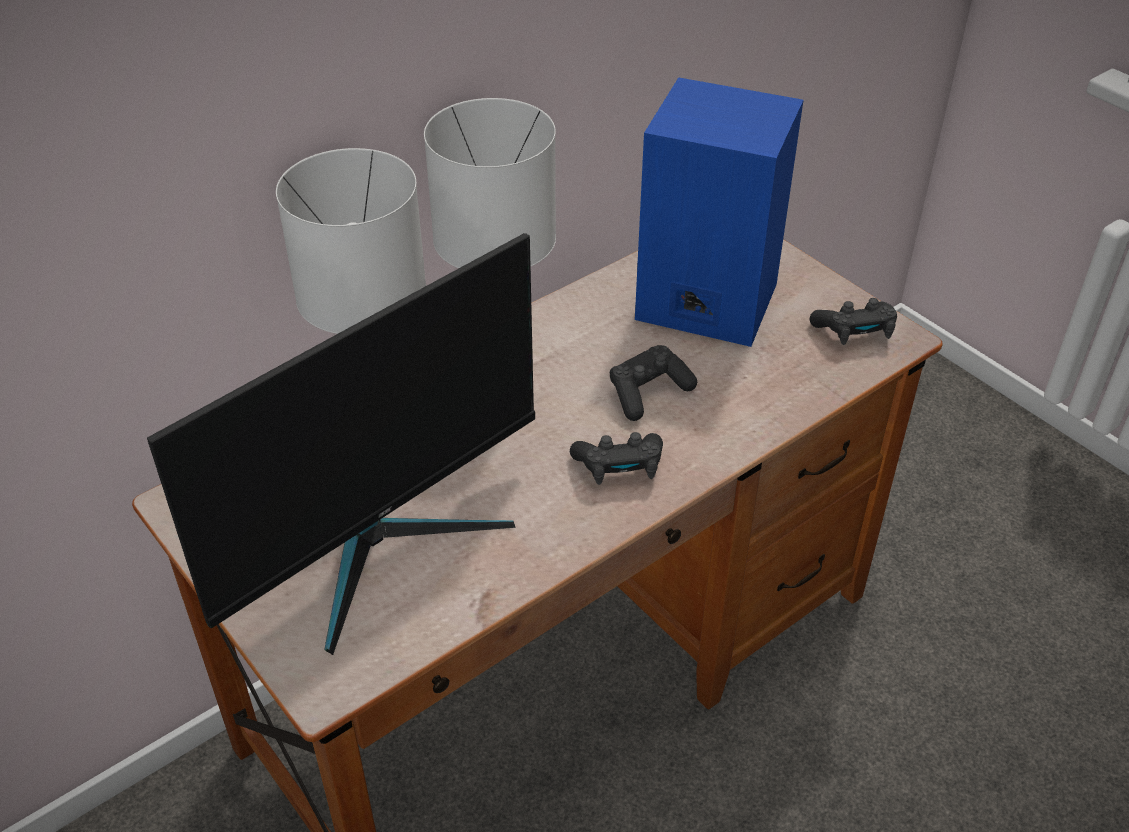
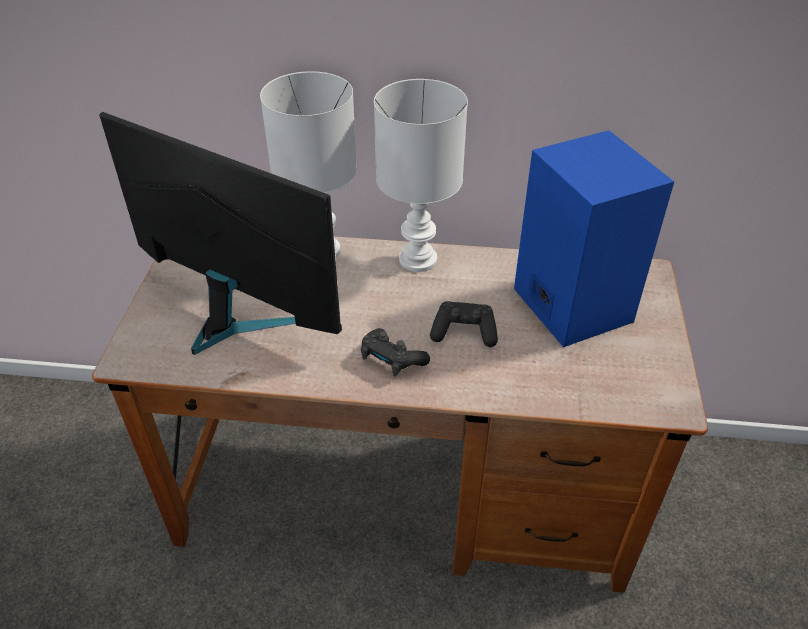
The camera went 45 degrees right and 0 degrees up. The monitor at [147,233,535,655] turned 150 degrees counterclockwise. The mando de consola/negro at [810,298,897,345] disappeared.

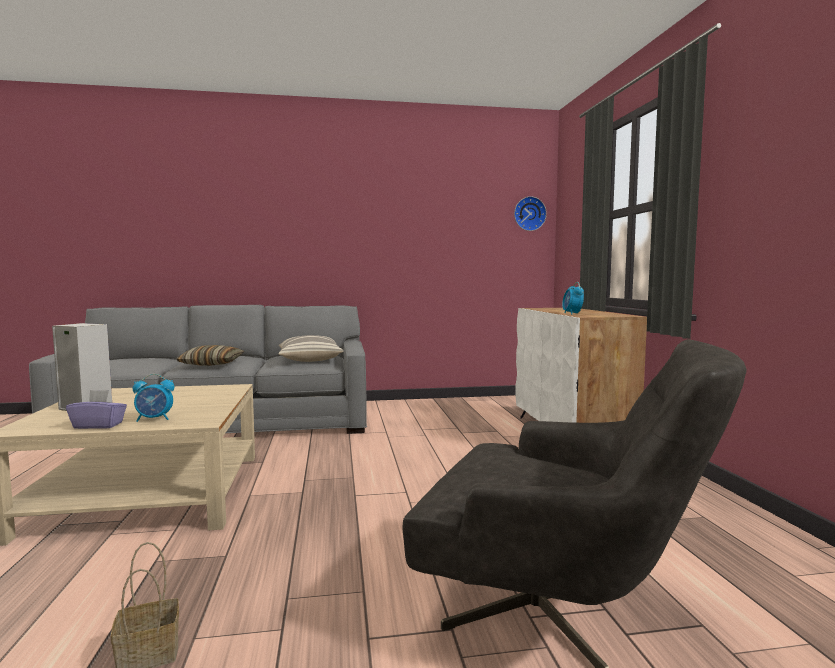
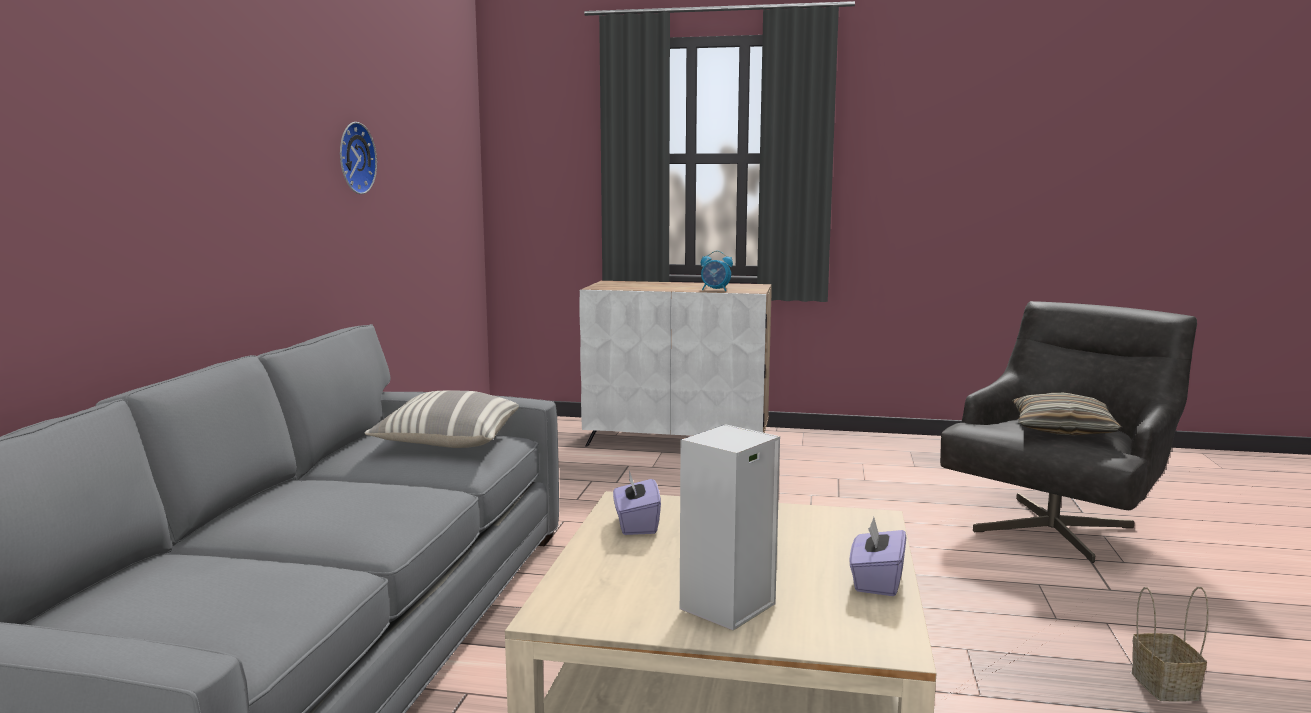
The camera went 70 degrees left and 5 degrees up. The reloj de pared moved from [514,196,547,231] to [340,122,377,194]. The cojín moved from [176,345,244,366] to [1012,393,1121,436]. The despertador at [133,374,174,422] disappeared. The caja de pañuelos/morado at [613,471,661,535] appeared.

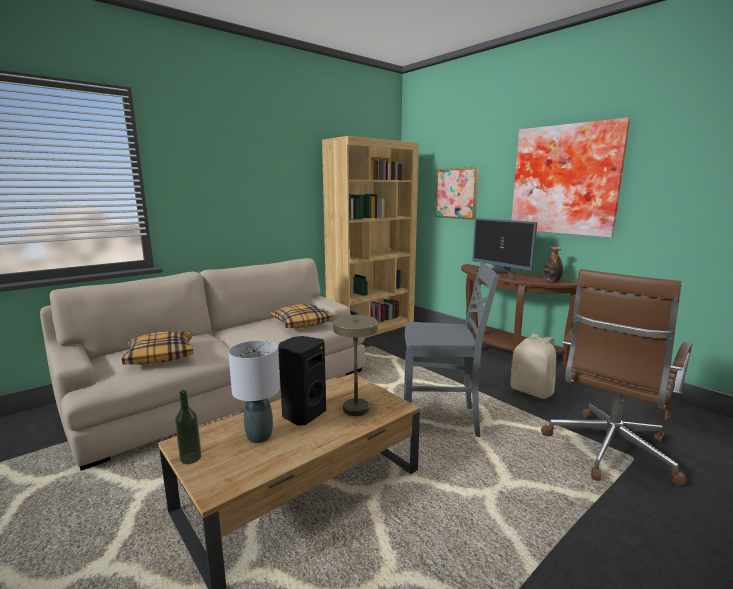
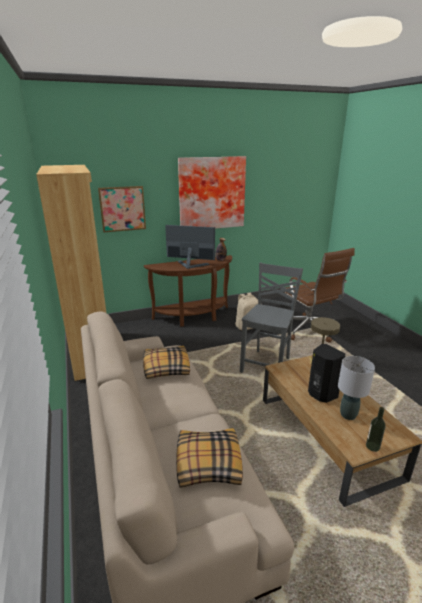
The camera went 70 degrees left and 10 degrees up. The monitor at [472,218,537,280] turned 150 degrees counterclockwise.

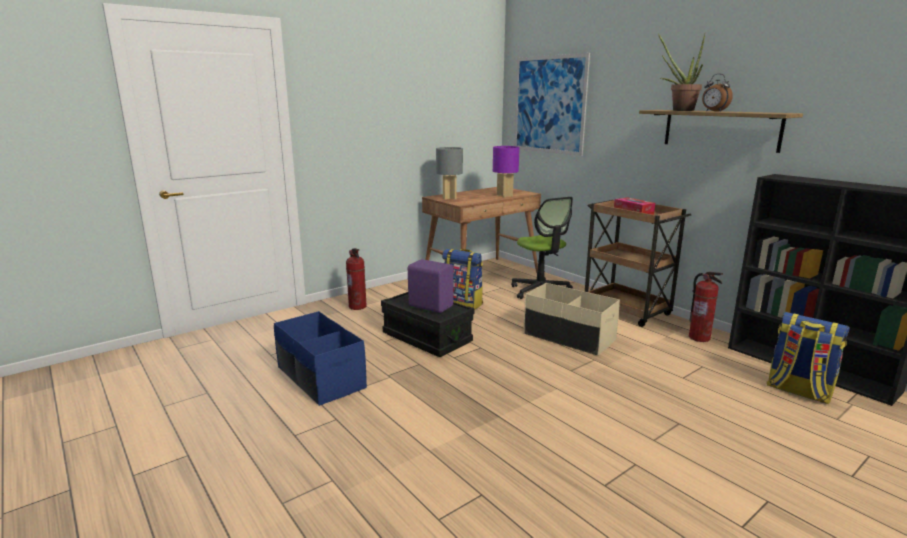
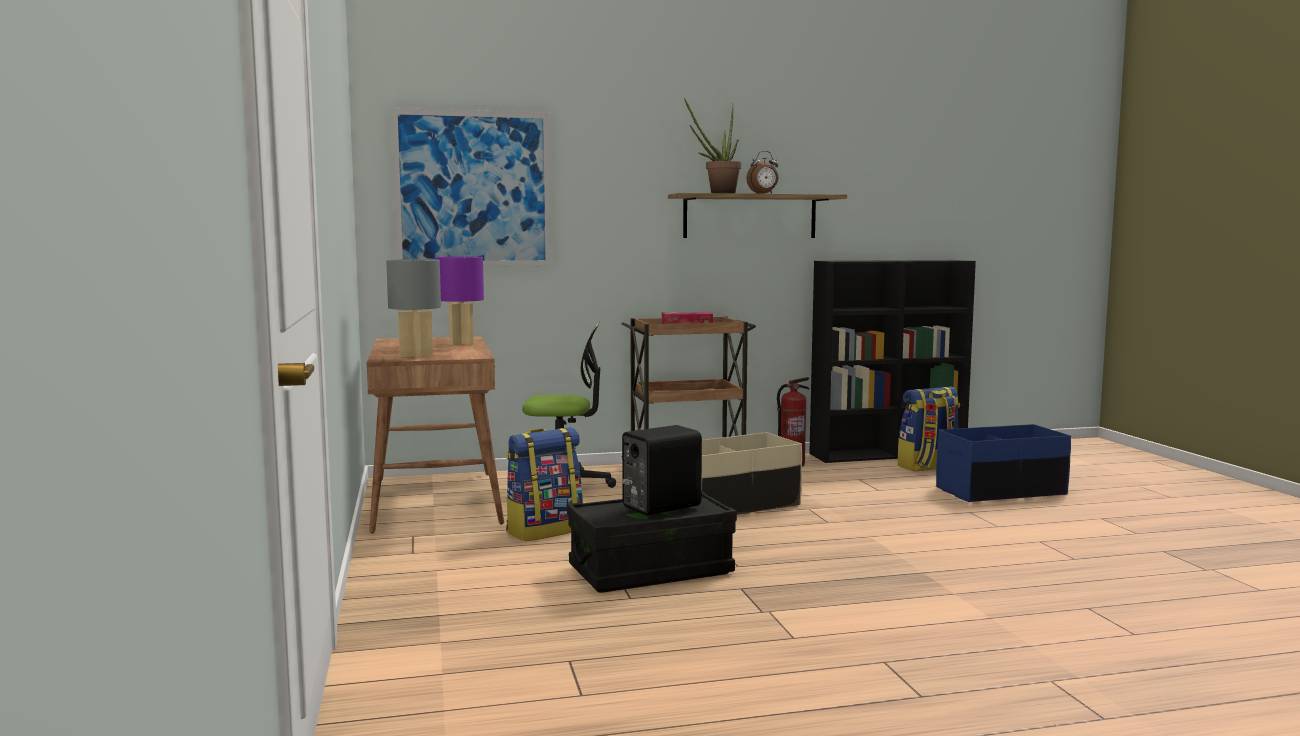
The camera went 65 degrees left and 10 degrees down. The extintor at [346,248,367,310] disappeared. The altavoz/morado at [408,259,454,313] became the altavoz/negro at [622,425,702,515]. The caja de almacenaje/azul moved from [274,311,367,406] to [936,424,1071,502].

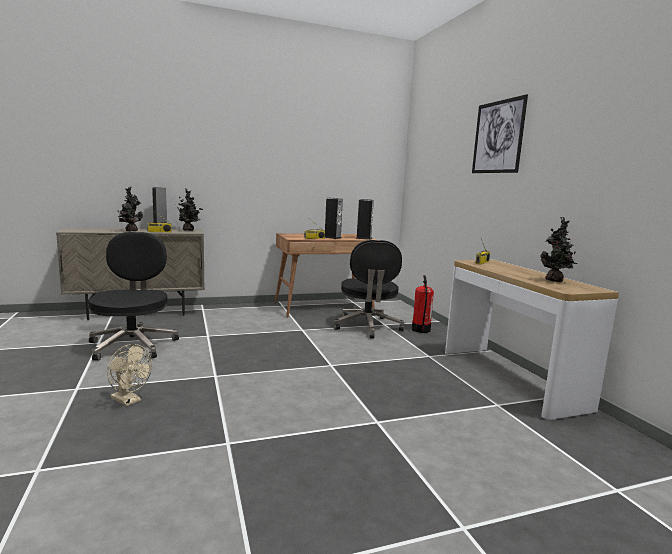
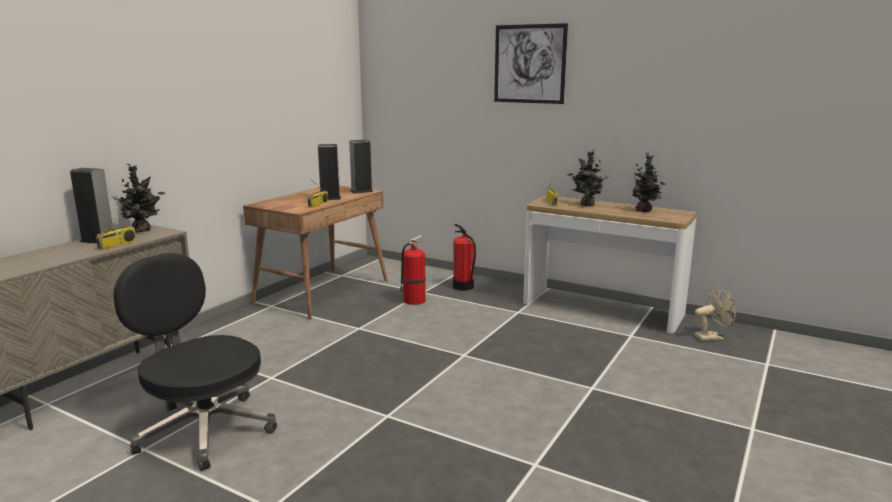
The camera went 40 degrees left and 5 degrees up. The planta en maceta moved from [118,187,143,231] to [567,149,608,206]. The silla de oficina/negro at [333,240,404,339] was replaced by the extintor at [400,235,426,305]. The ventilador/beis moved from [107,344,152,406] to [695,287,737,341].

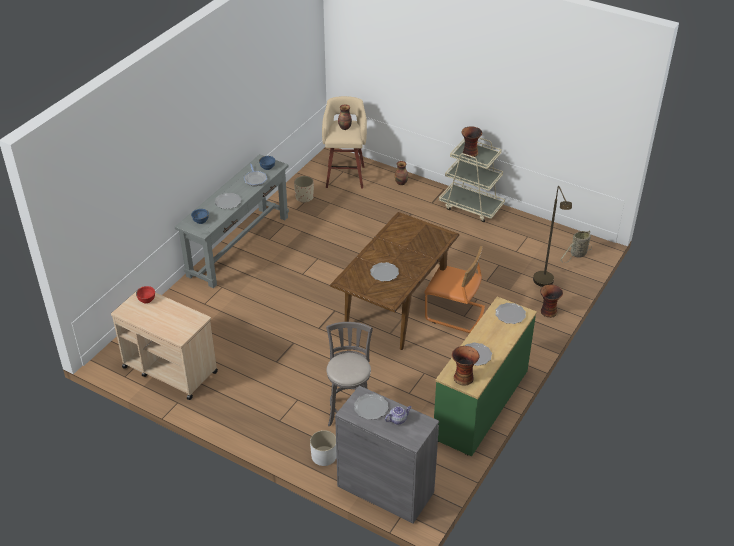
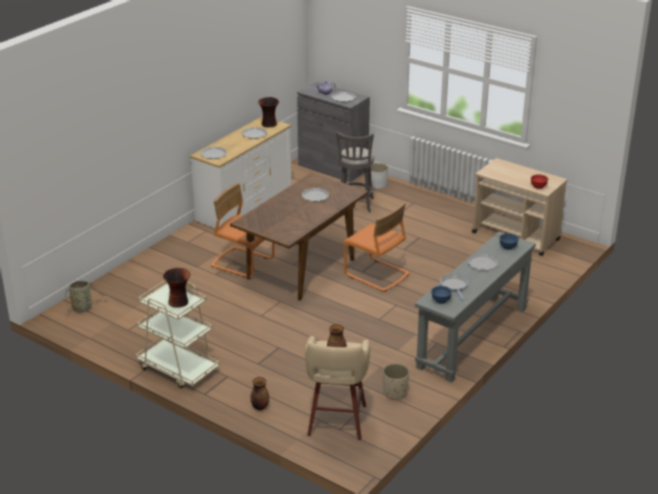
The camera went 175 degrees left and 10 degrees down. The lámpara de pie/marrón at [533,186,572,287] disappeared. The florero at [540,285,563,318] disappeared. The cómoda/verde at [434,297,537,457] became the cómoda/blanco at [190,116,291,228]. The silla/naranja at [343,202,410,292] appeared.

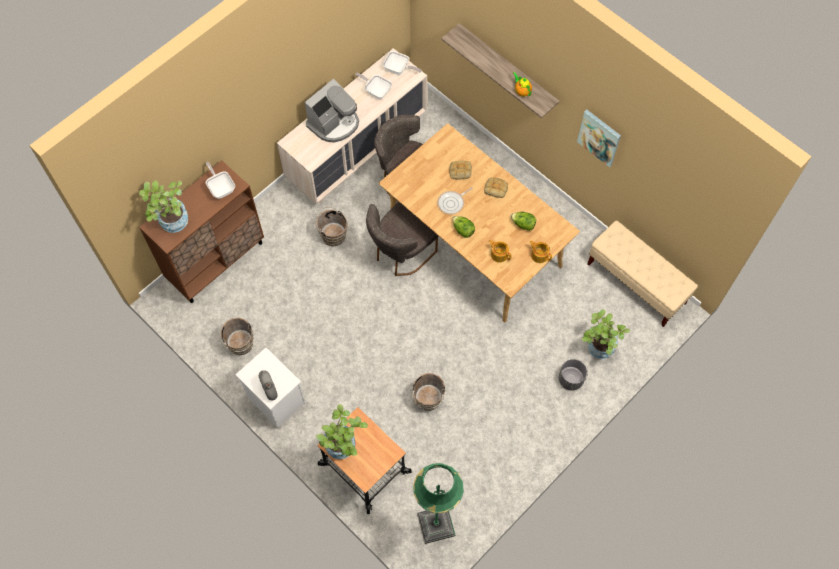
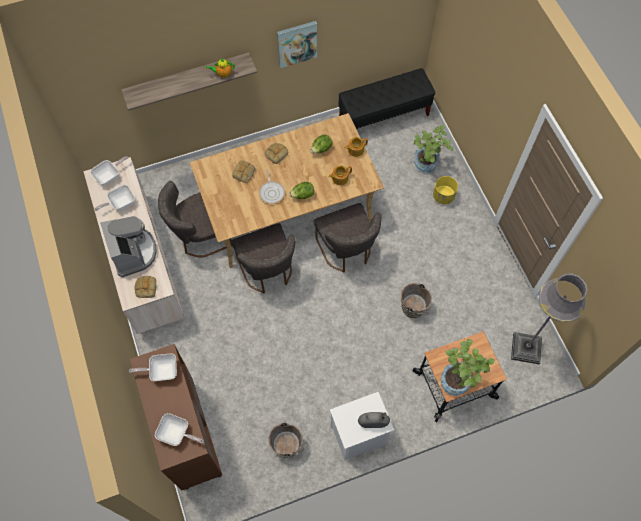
The camera went 65 degrees left and 0 degrees up. The planta en maceta at [139,180,188,233] was replaced by the sartén at [155,413,204,446]. The cubo/marrón at [313,207,347,246] disappeared. The banco/beis at [587,221,698,327] became the banco/negro at [338,68,435,129]. The maceta/gris at [559,359,587,391] became the maceta/amarillo at [433,176,458,205]. The lámpara de pie/verde at [413,463,464,544] became the lámpara de pie/gris at [511,274,588,364]. The silla/gris at [314,203,381,272] appeared. The pan at [135,276,156,298] appeared.

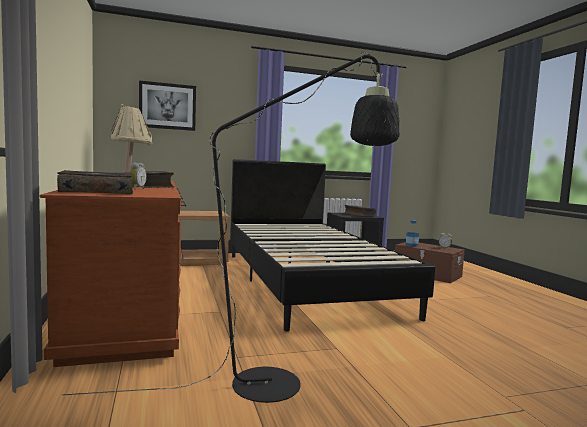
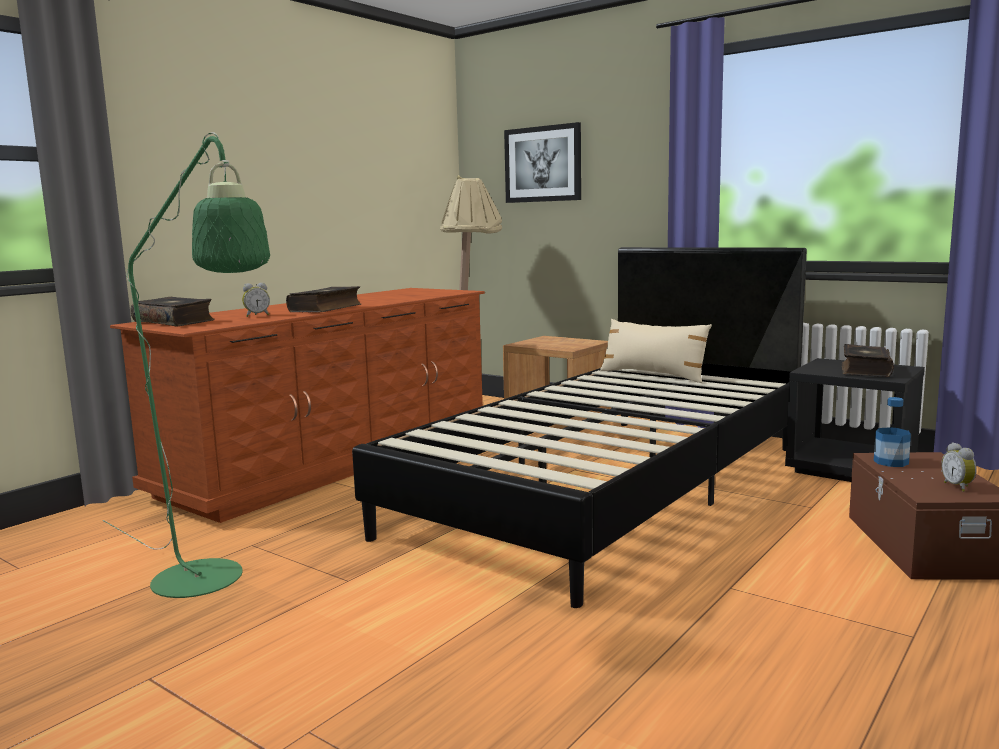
The camera went 55 degrees right and 5 degrees up. The lámpara de pie/negro at [62,52,399,403] became the lámpara de pie/verde at [103,132,270,598]. The cojín/beis at [600,319,712,383] appeared.

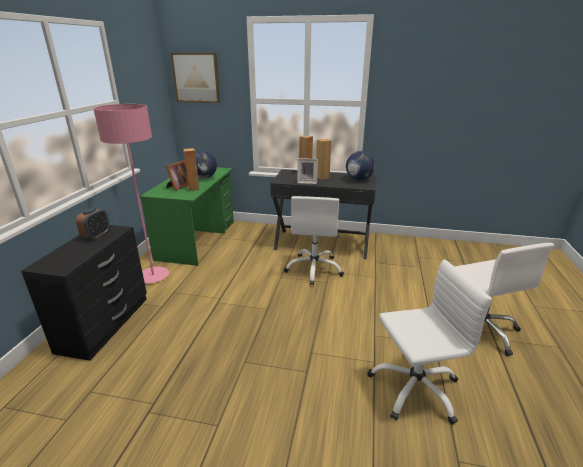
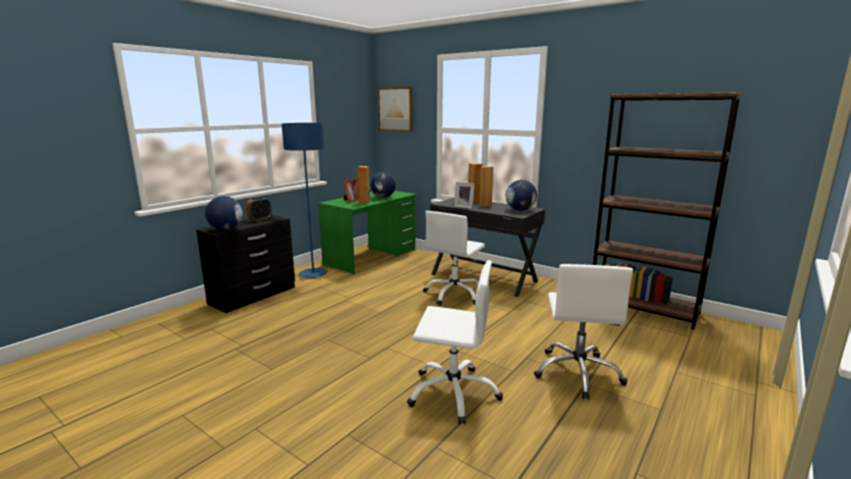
The camera went 25 degrees right and 10 degrees down. The lámpara de pie/rosa at [93,104,169,283] became the lámpara de pie/azul at [282,123,327,278]. The estantería/marrón at [593,92,742,329] appeared. The globo terráqueo at [205,196,243,231] appeared.

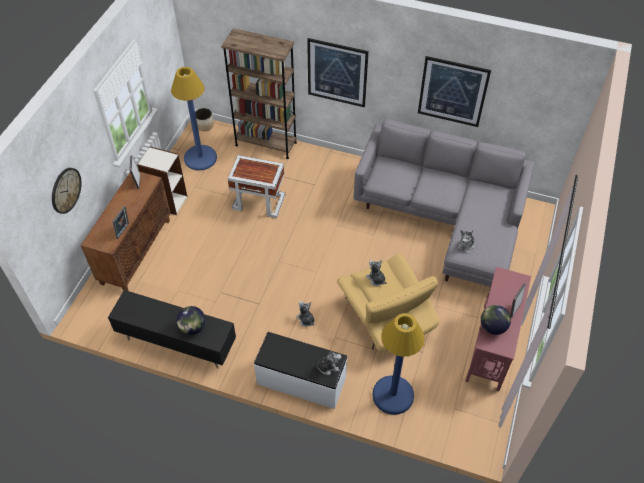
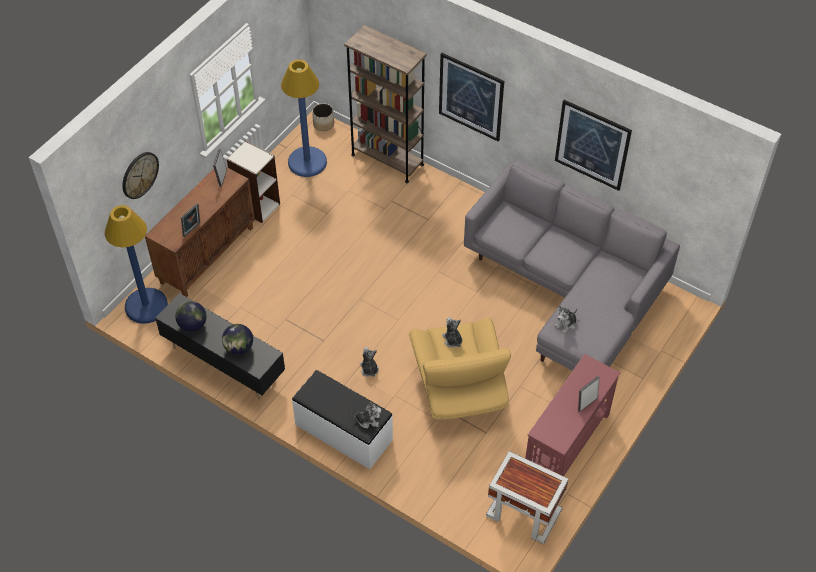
The camera went 15 degrees right and 0 degrees up. The mesa auxiliar/blanco moved from [228,155,285,218] to [486,451,568,544]. The globo terráqueo moved from [481,305,511,335] to [175,301,206,332]. The lámpara de pie/azul moved from [373,313,425,415] to [105,205,168,324].

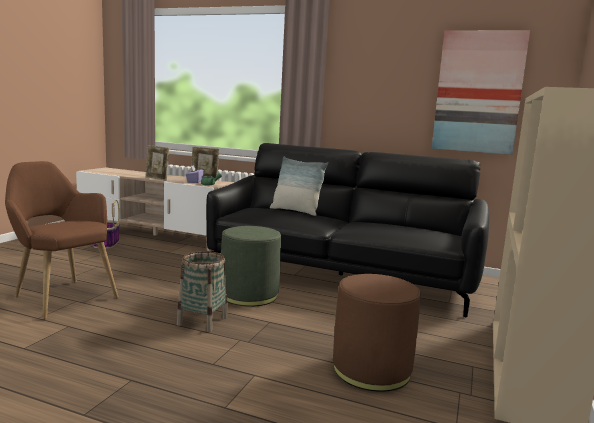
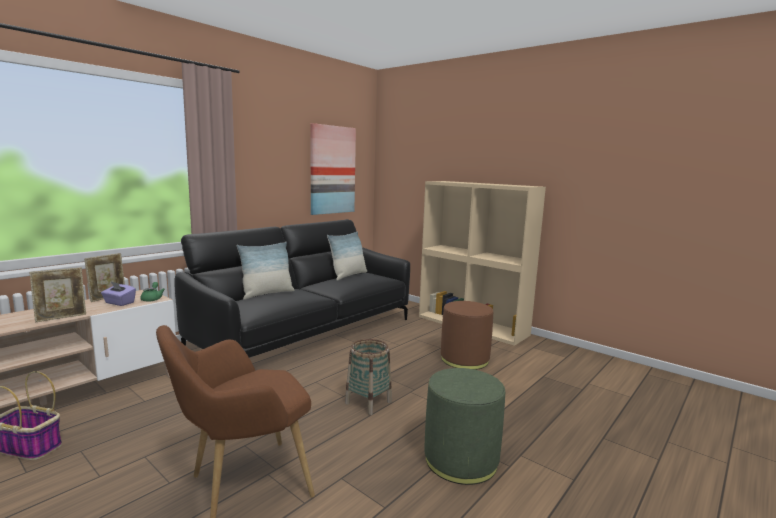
The camera went 70 degrees left and 0 degrees up. The puf/verde moved from [221,226,281,307] to [424,368,505,485]. The cojín at [327,231,367,281] appeared.

